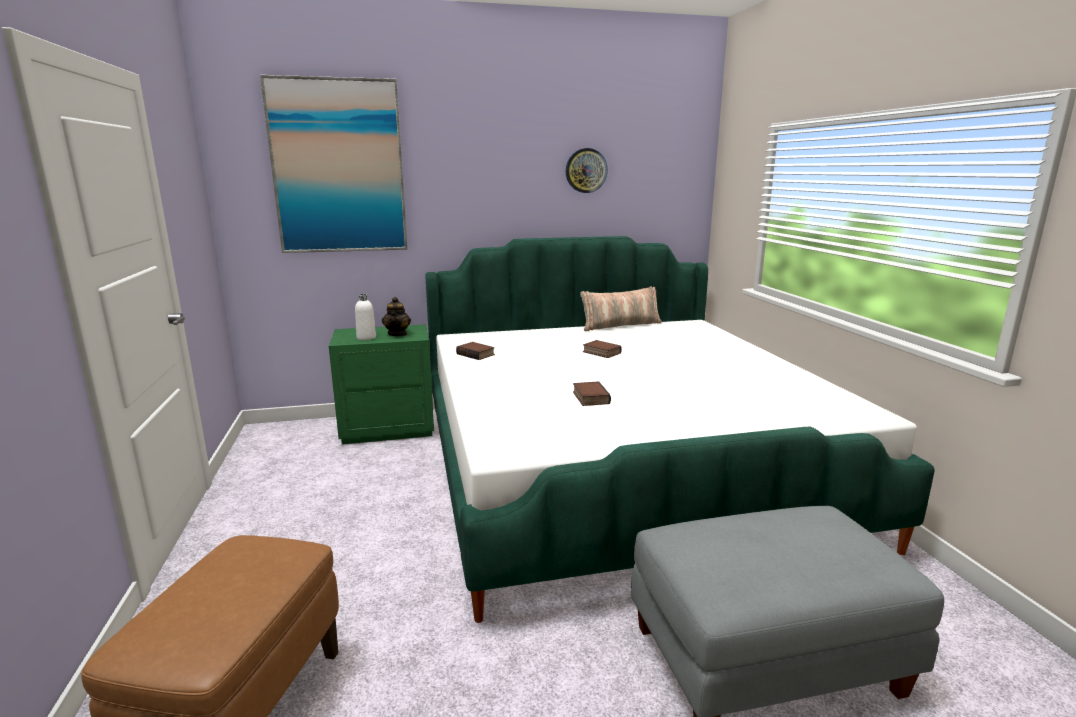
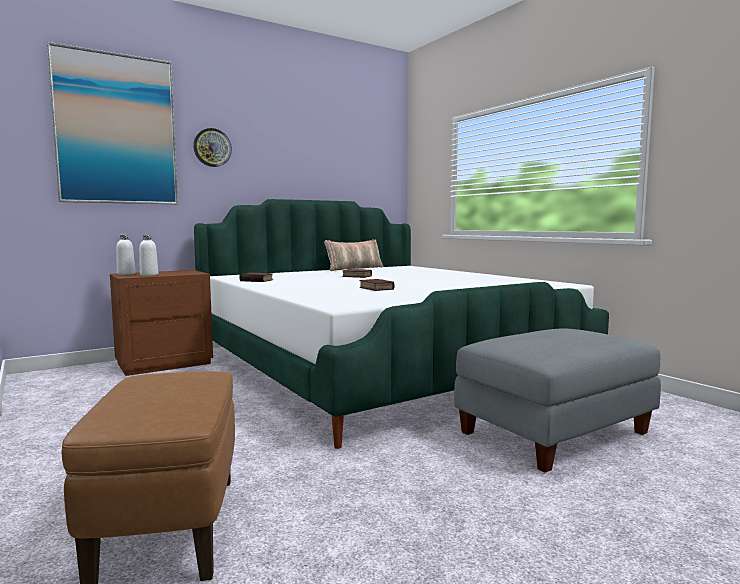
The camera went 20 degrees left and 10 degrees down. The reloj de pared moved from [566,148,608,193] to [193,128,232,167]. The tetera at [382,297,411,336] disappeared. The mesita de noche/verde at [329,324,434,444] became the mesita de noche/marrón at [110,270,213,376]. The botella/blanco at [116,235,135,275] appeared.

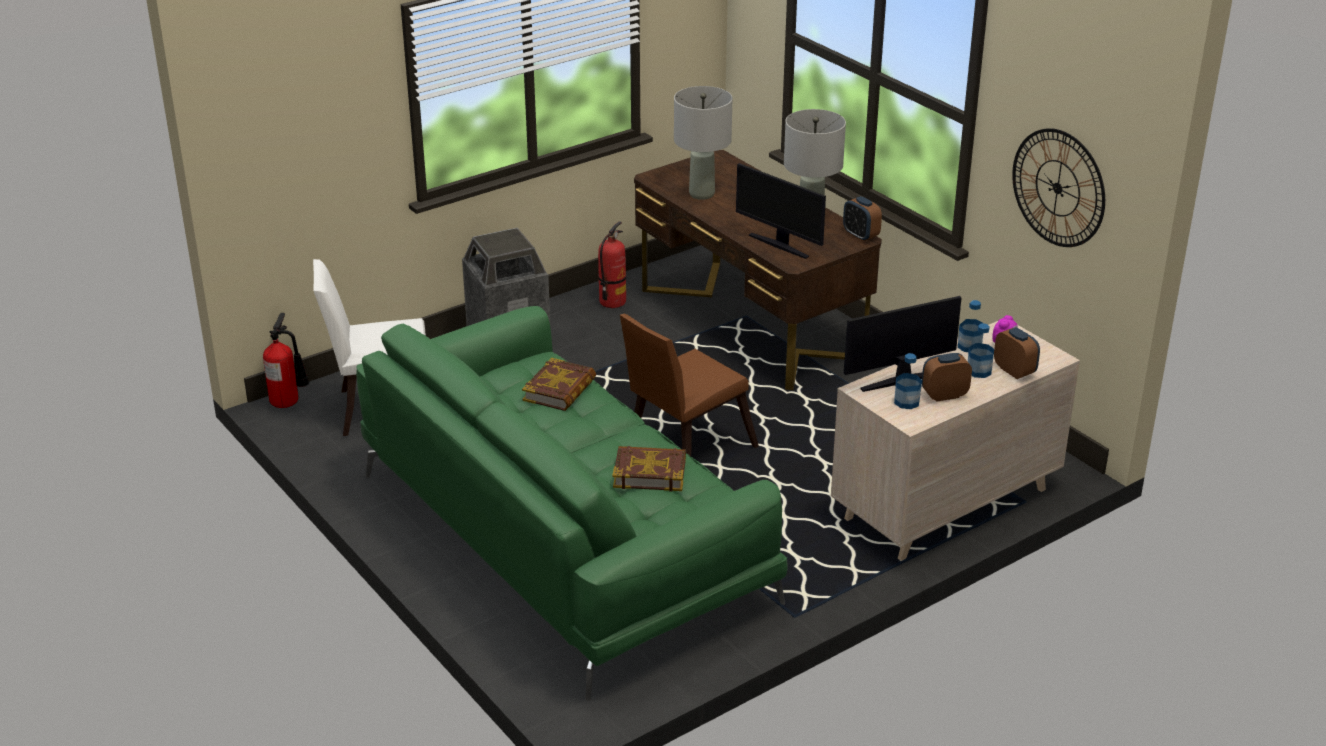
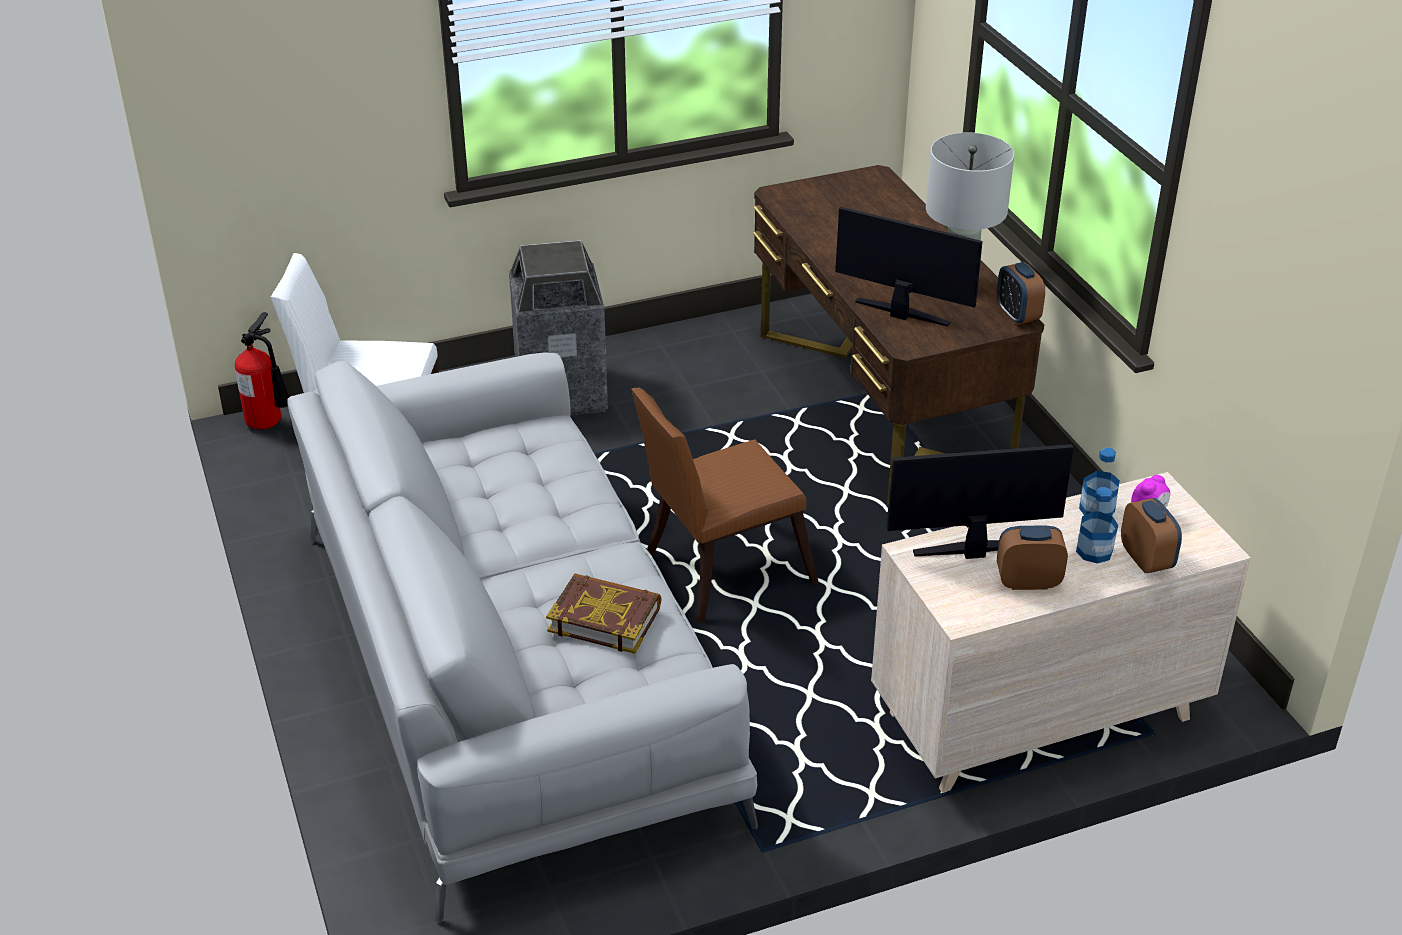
The camera went 15 degrees right and 5 degrees up. The lámpara de mesa/gris at [674,86,732,200] disappeared. The reloj de pared at [1012,128,1105,247] disappeared. The monitor at [736,163,826,259] turned 150 degrees clockwise. The extintor at [598,221,626,308] disappeared. The sofá/verde at [356,306,788,701] became the sofá/gris at [288,353,758,924]. The botella at [894,353,922,409] disappeared. The libro at [522,358,596,411] disappeared.

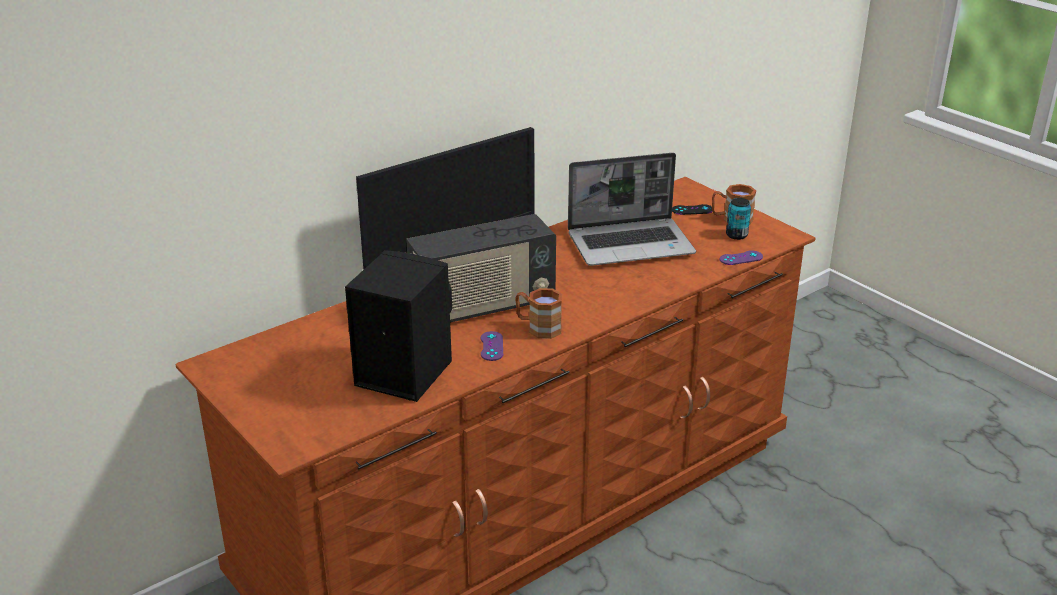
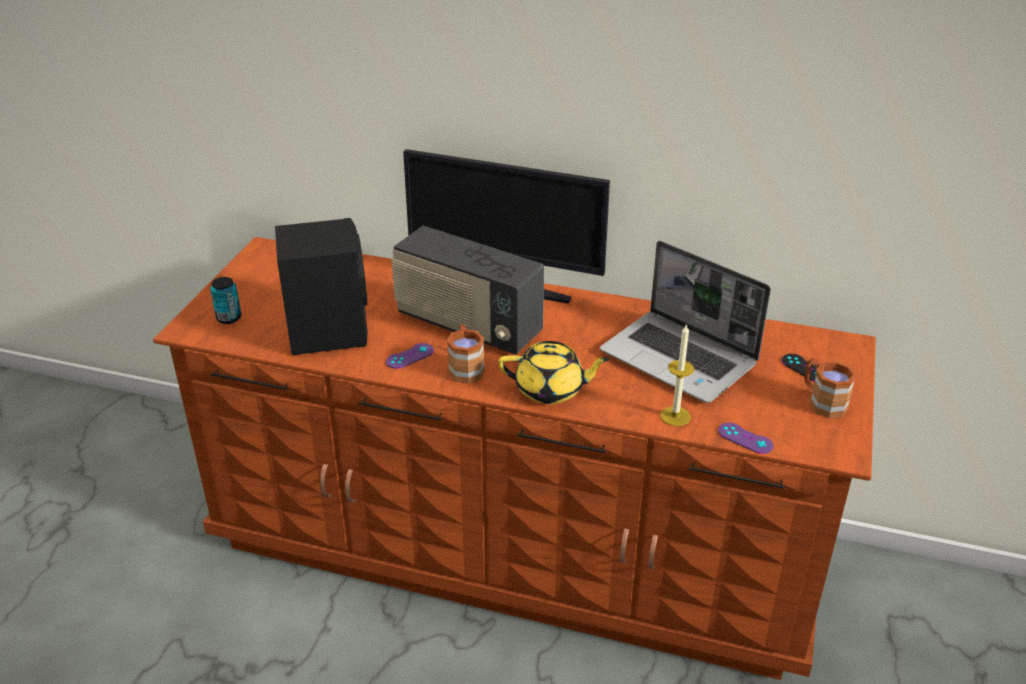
The camera went 55 degrees right and 5 degrees up. The lata moved from [726,198,751,240] to [210,277,241,324]. The vela at [661,324,694,426] appeared. The tetera/amarillo at [498,341,610,404] appeared.

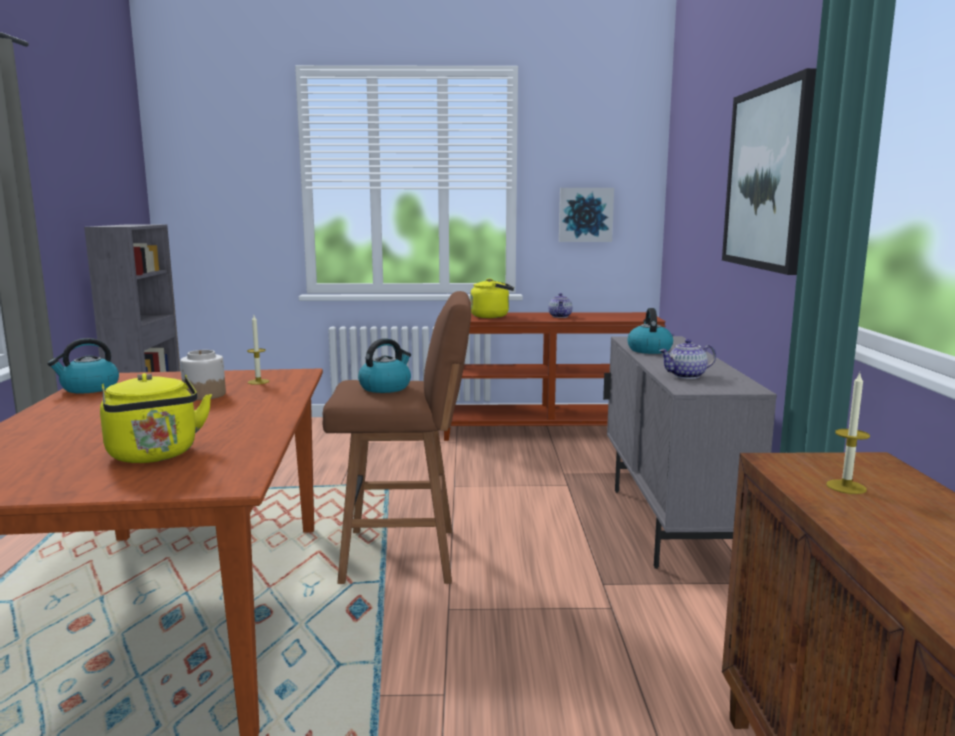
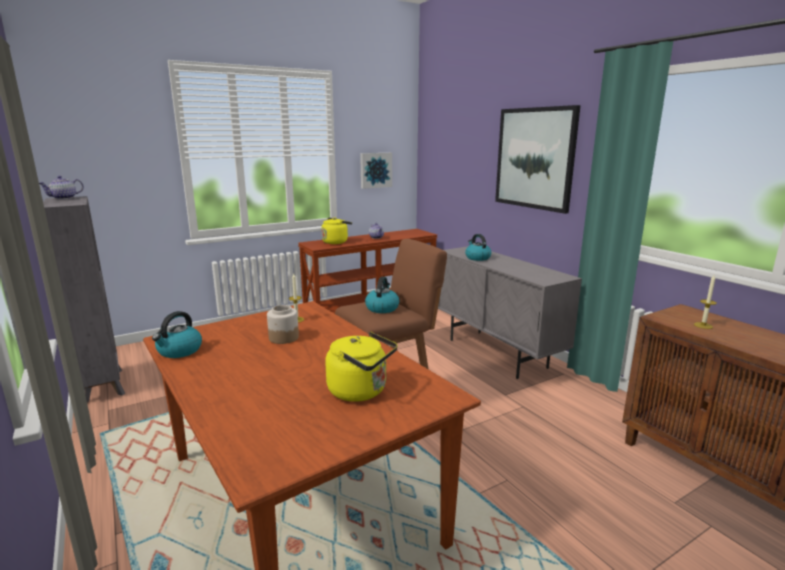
The camera went 30 degrees left and 5 degrees up. The tetera moved from [659,339,716,379] to [39,176,84,199].

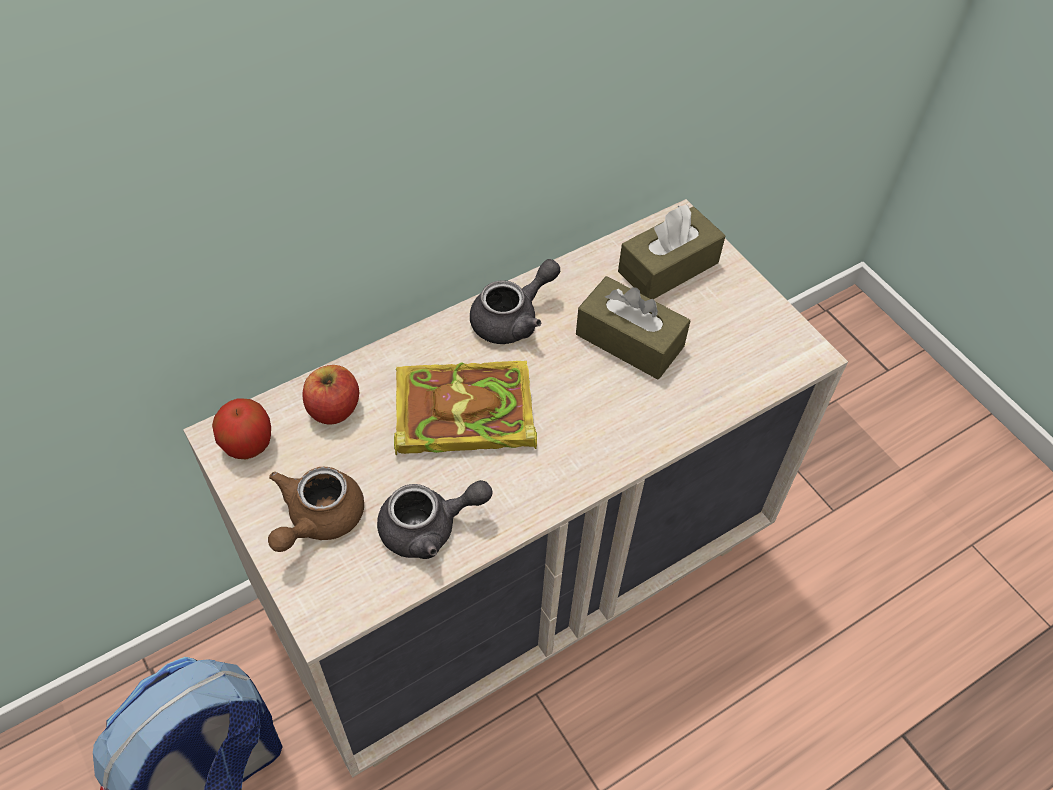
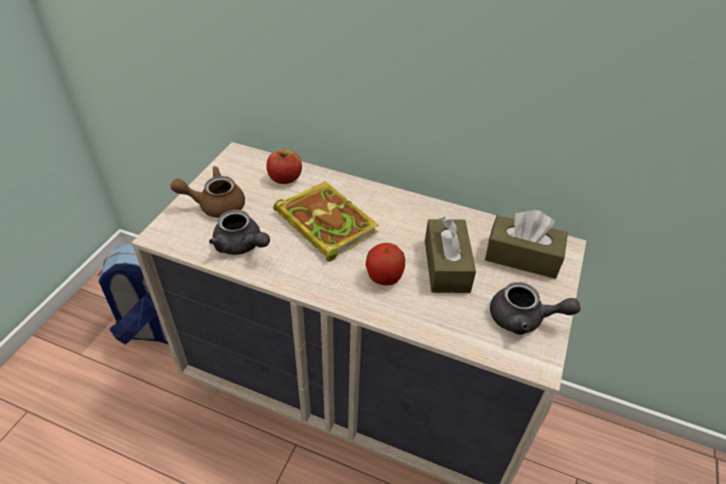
The camera went 55 degrees right and 10 degrees down. The tetera/gris moved from [470,259,560,344] to [490,282,581,335]. The manzana moved from [212,398,271,459] to [366,243,405,285].

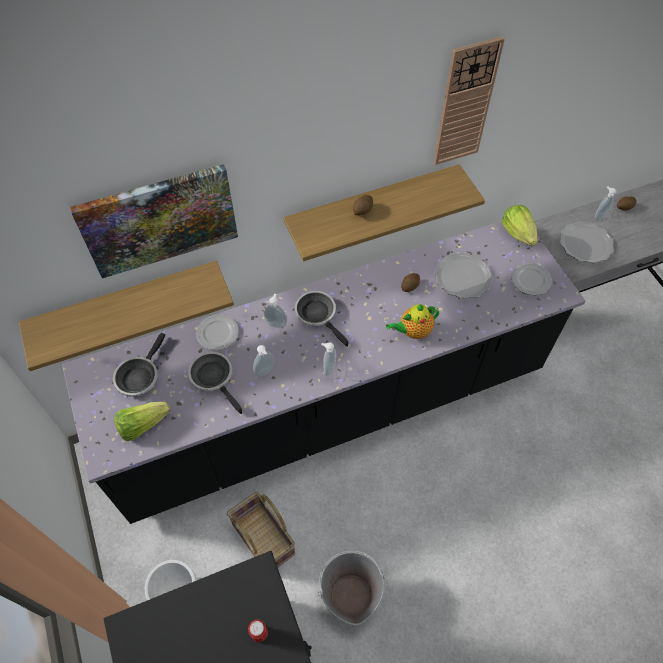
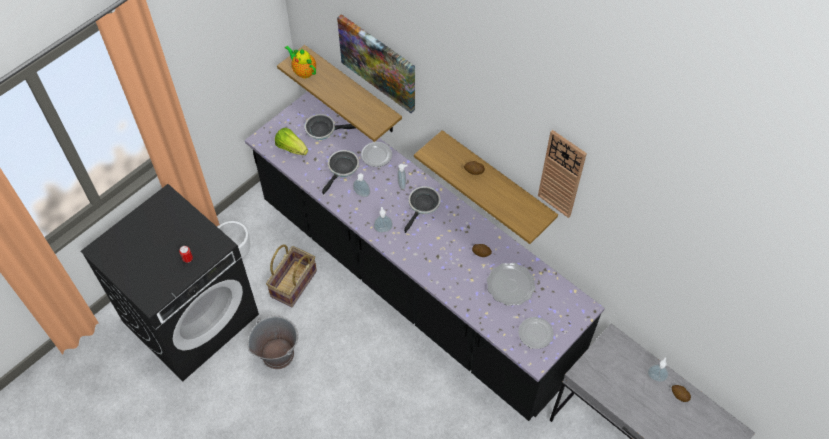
The camera went 65 degrees right and 0 degrees up. The lechuga at [502,205,538,246] disappeared. The plato at [560,221,614,263] disappeared. The tetera moved from [386,304,439,339] to [285,45,316,78].

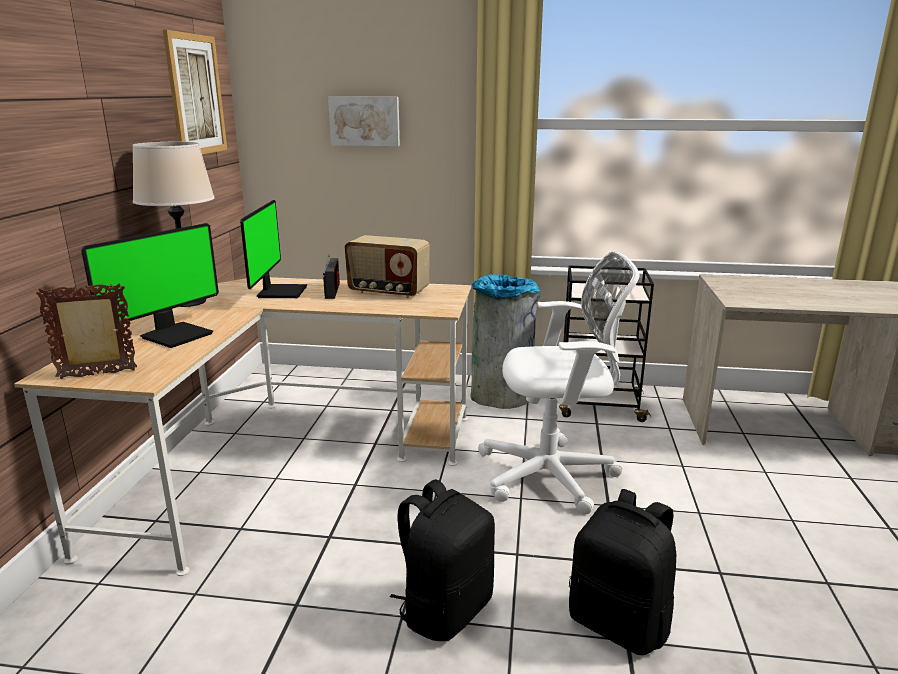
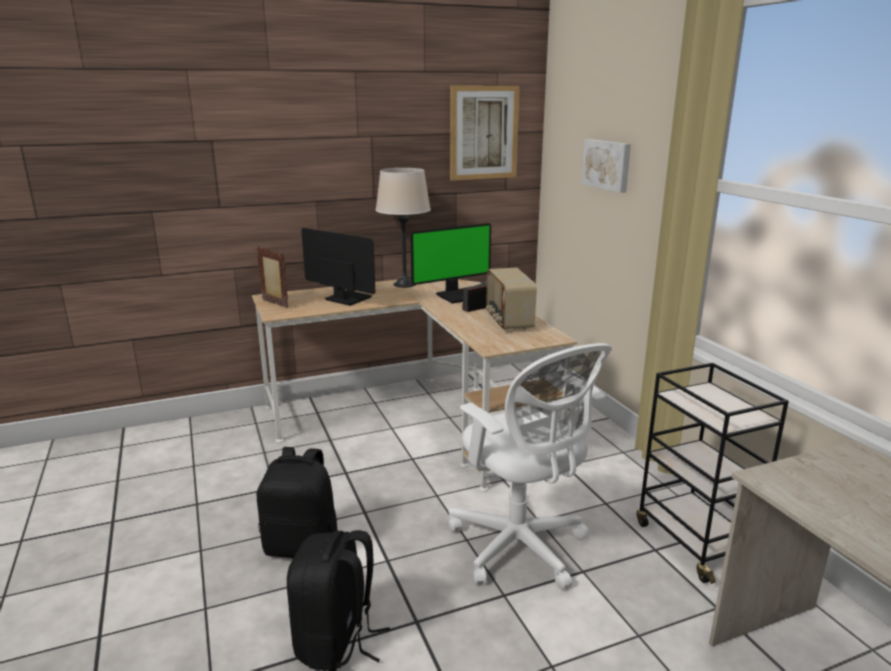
The camera went 60 degrees right and 0 degrees up. The monitor at [81,223,219,348] turned 150 degrees counterclockwise. The papelera/gris at [470,274,541,409] disappeared.

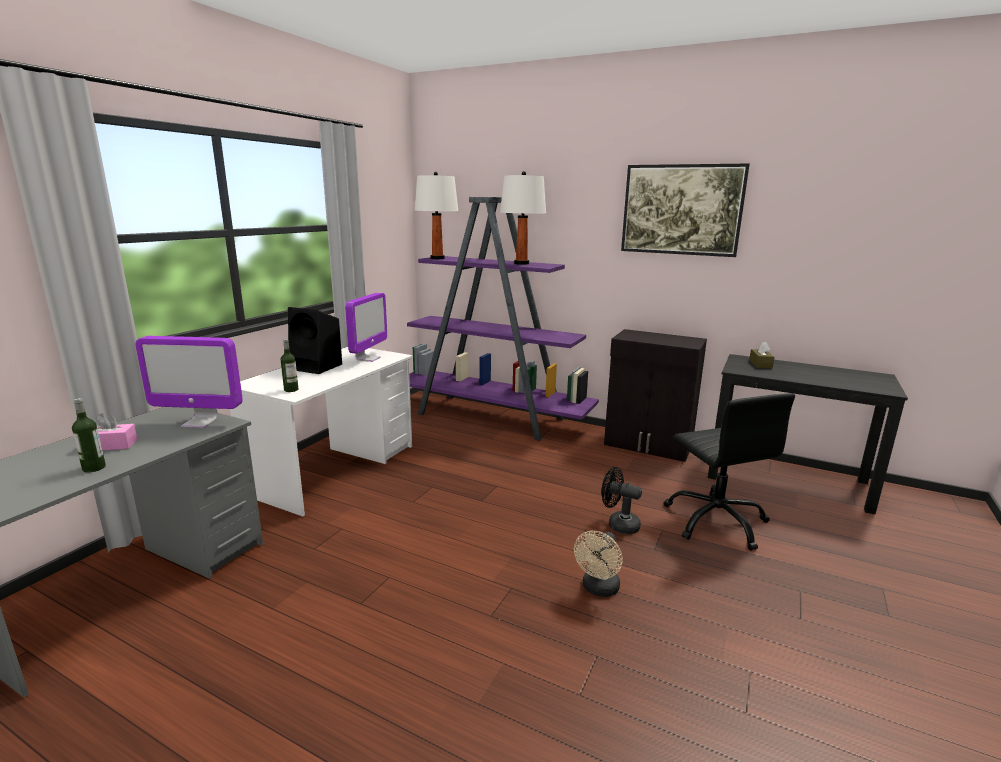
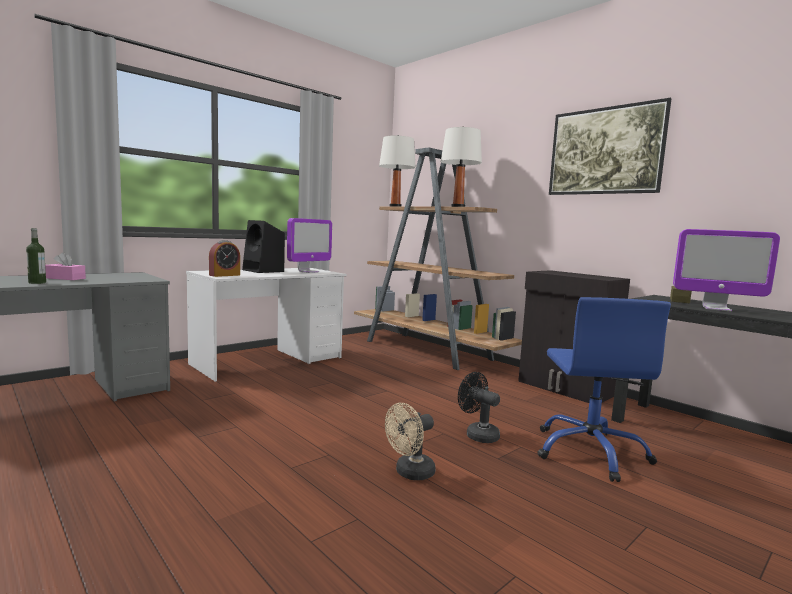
The camera went 20 degrees right and 10 degrees down. The estantería/morado at [407,197,599,441] became the estantería/marrón at [354,147,522,370]. The monitor moved from [135,336,243,428] to [673,229,780,311]. The botella at [281,339,298,392] was replaced by the despertador at [209,240,240,277]. The silla de oficina/negro at [664,393,795,551] became the silla de oficina/azul at [537,297,671,482].

